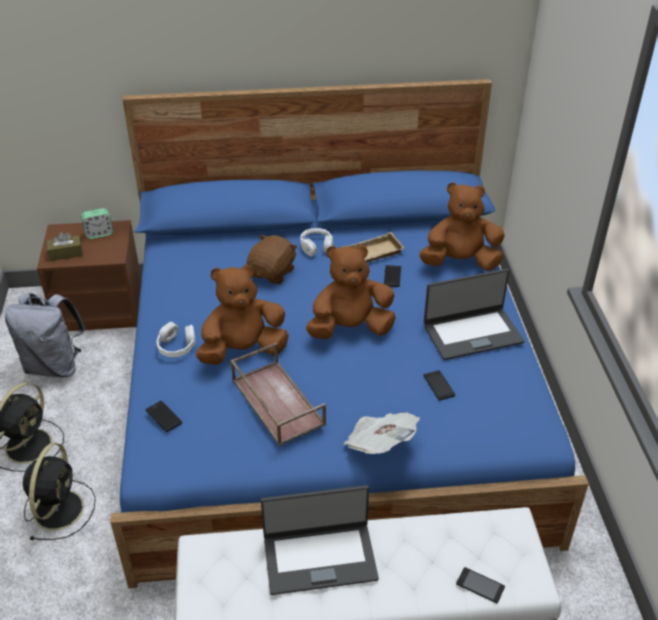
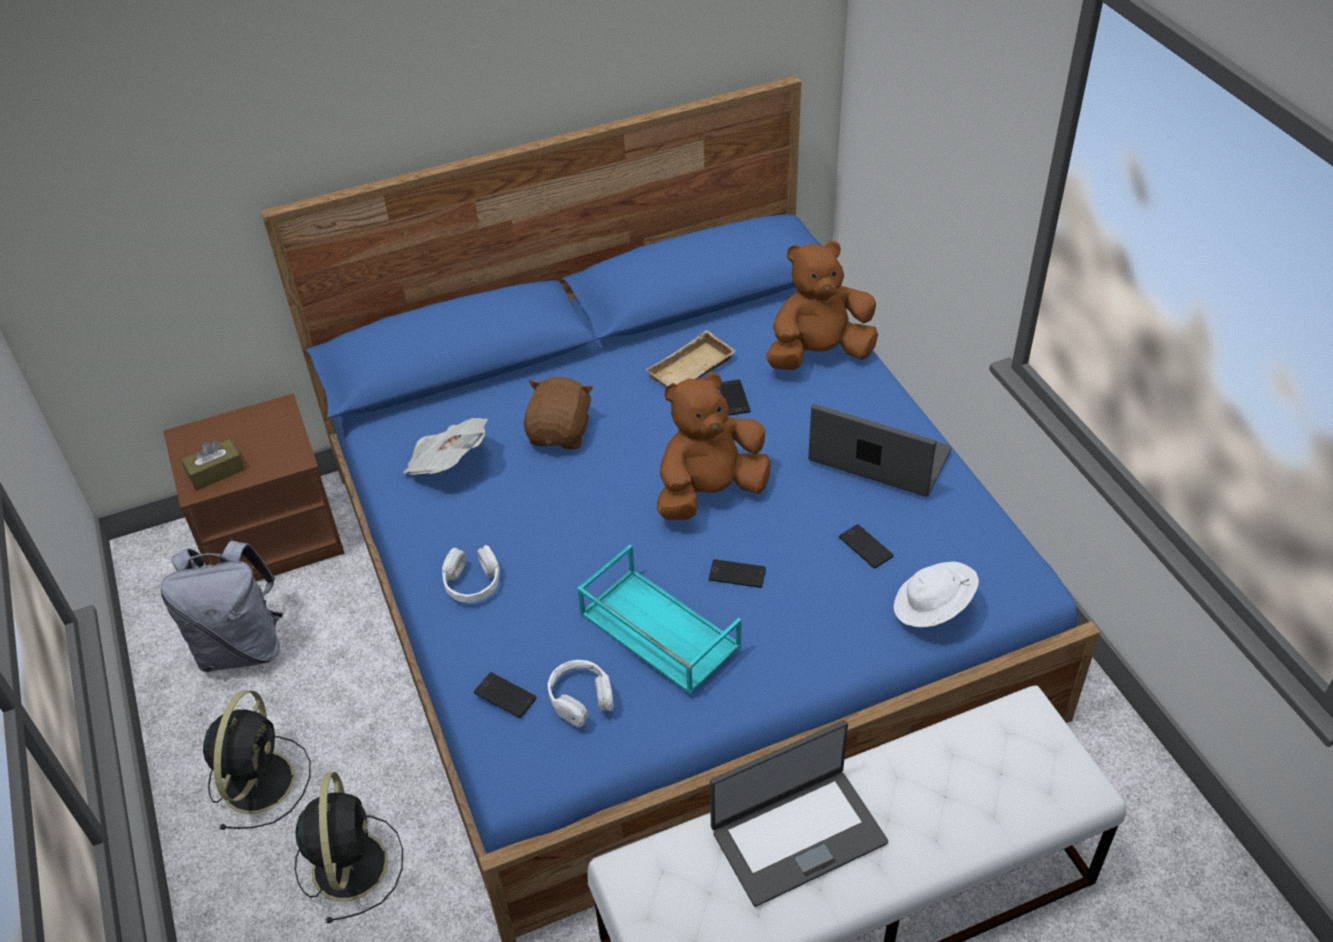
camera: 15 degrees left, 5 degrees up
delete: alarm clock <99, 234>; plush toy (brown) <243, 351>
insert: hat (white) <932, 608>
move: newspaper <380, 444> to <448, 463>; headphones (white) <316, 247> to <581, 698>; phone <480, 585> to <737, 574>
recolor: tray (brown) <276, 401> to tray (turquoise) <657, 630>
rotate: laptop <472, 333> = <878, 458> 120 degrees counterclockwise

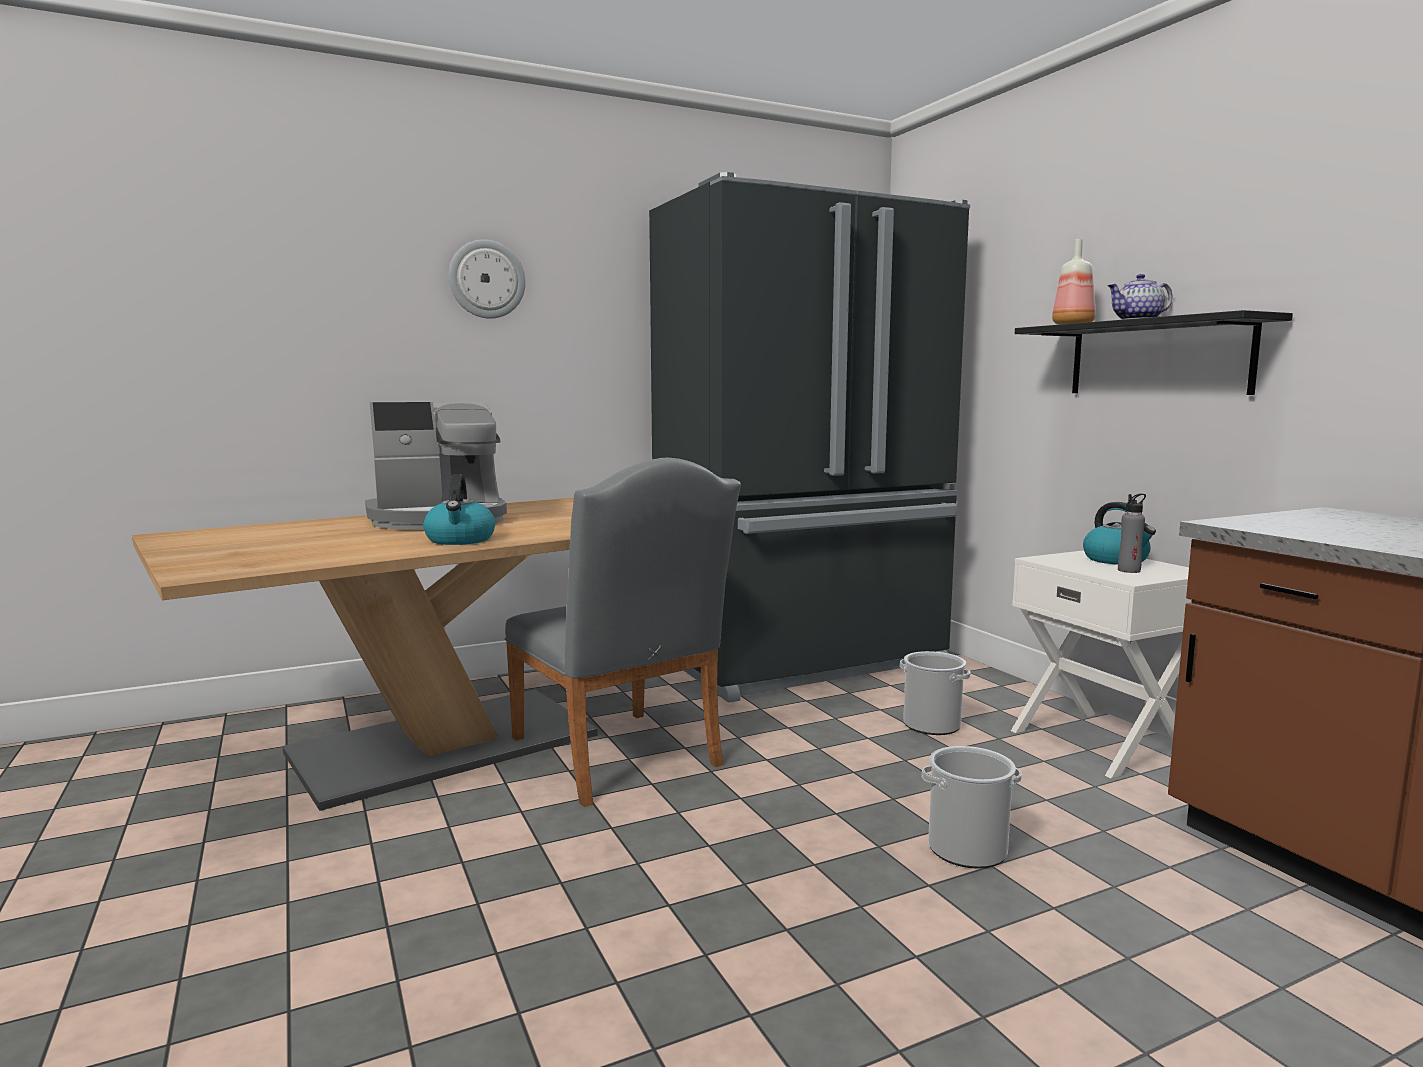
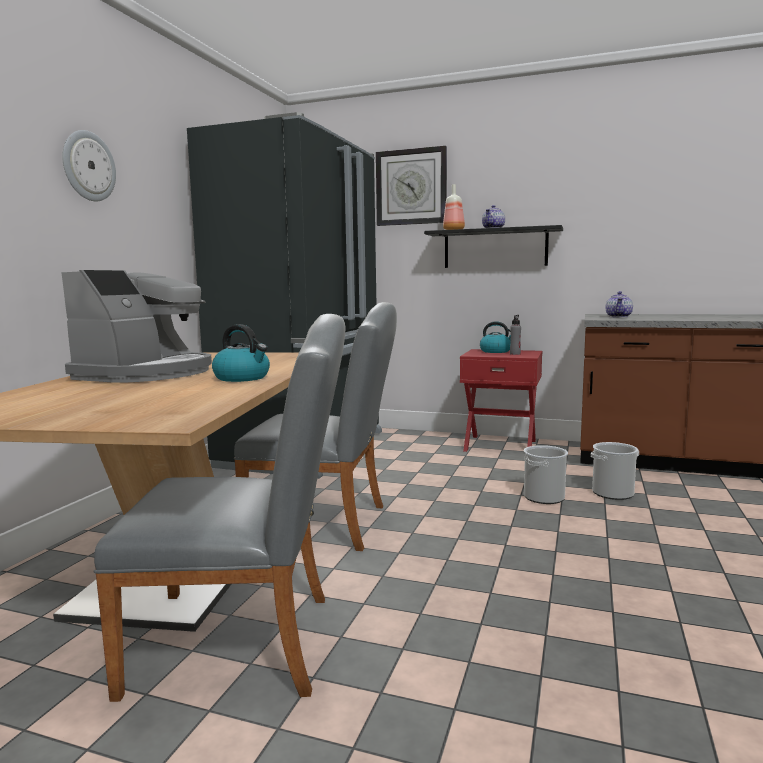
camera: 45 degrees left, 0 degrees up
insert: chair (grey) <248, 643>; wall clock <411, 187>; teapot <619, 317>
move: bucket <932, 725> to <612, 493>
recolor: nightstand (white) <1101, 742> to nightstand (red) <500, 445>

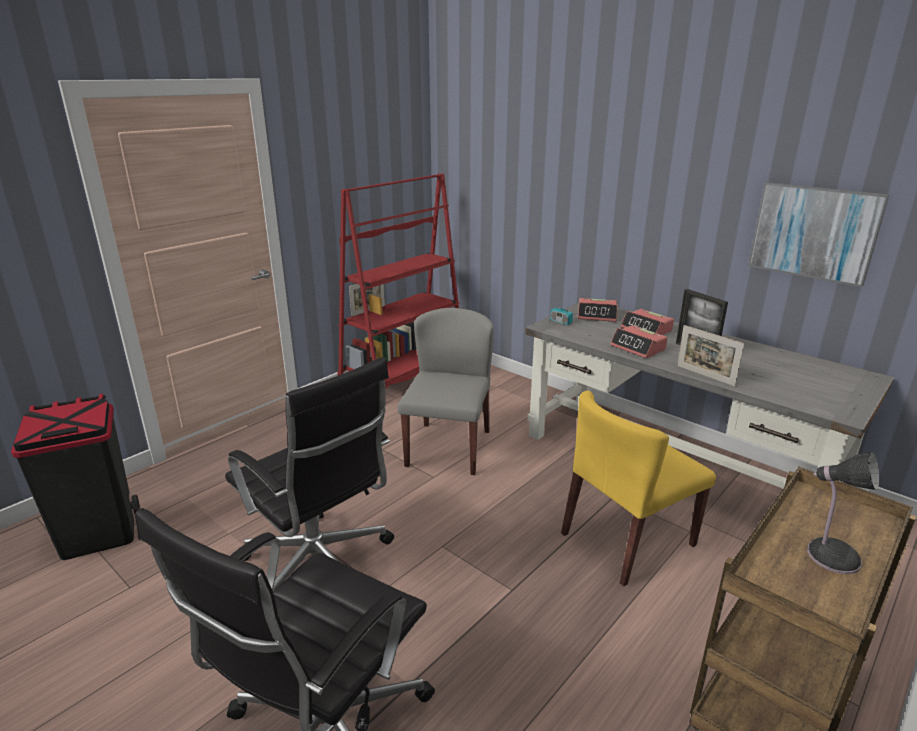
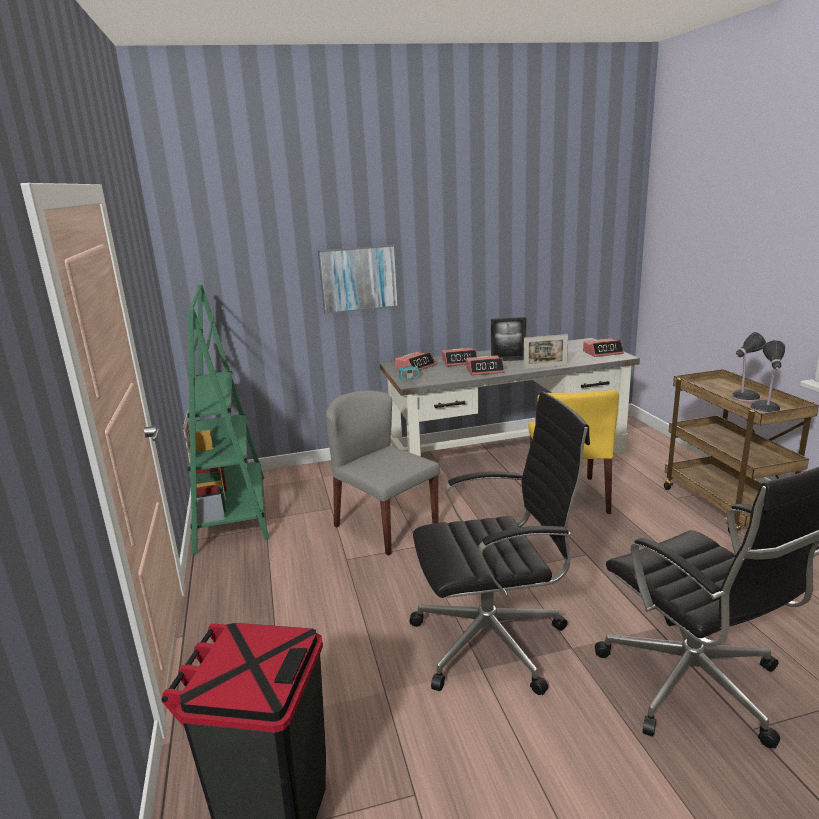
camera: 55 degrees left, 5 degrees down
insert: alarm clock <603, 352>; table lamp <765, 409>
move: picture <814, 232> to <358, 279>
recolor: bookcase (red) <404, 376> to bookcase (green) <232, 512>

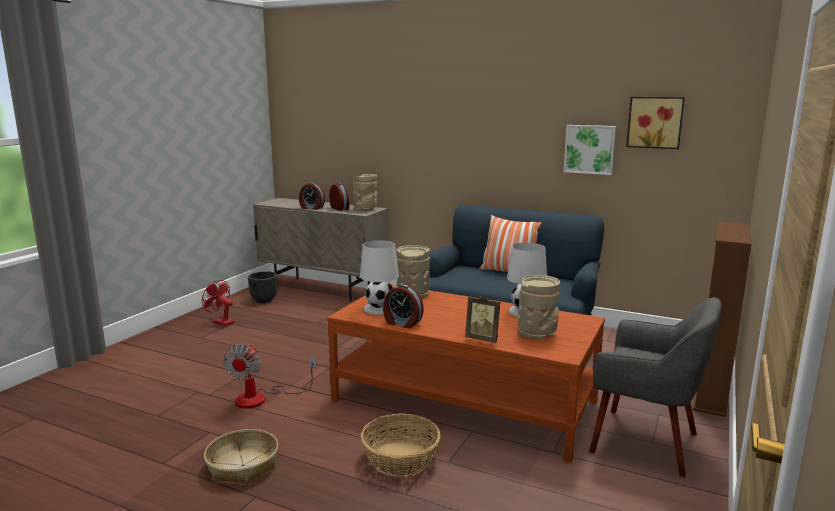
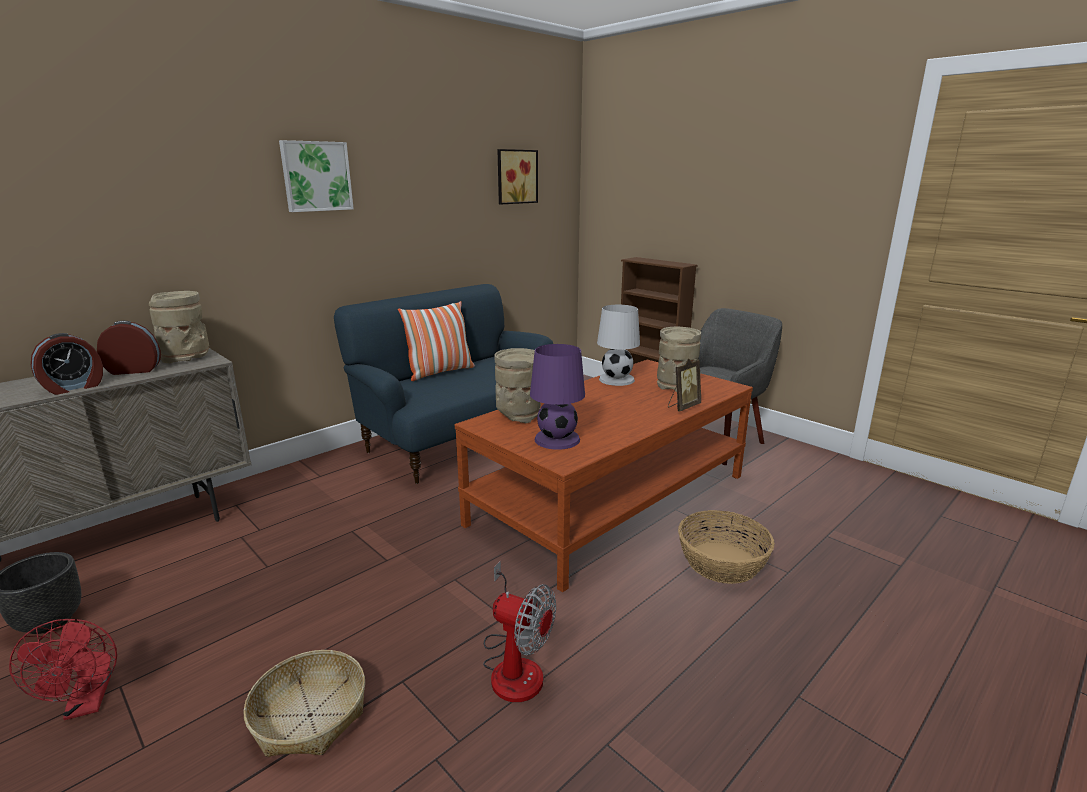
camera: 70 degrees left, 5 degrees up
delete: alarm clock <402, 323>
move: basket <243, 465> to <310, 715>; picture <589, 149> to <316, 176>
recolor: table lamp (white) <379, 308> to table lamp (purple) <557, 439>
rotate: fan (red) <220, 322> = <87, 704> 75 degrees counterclockwise

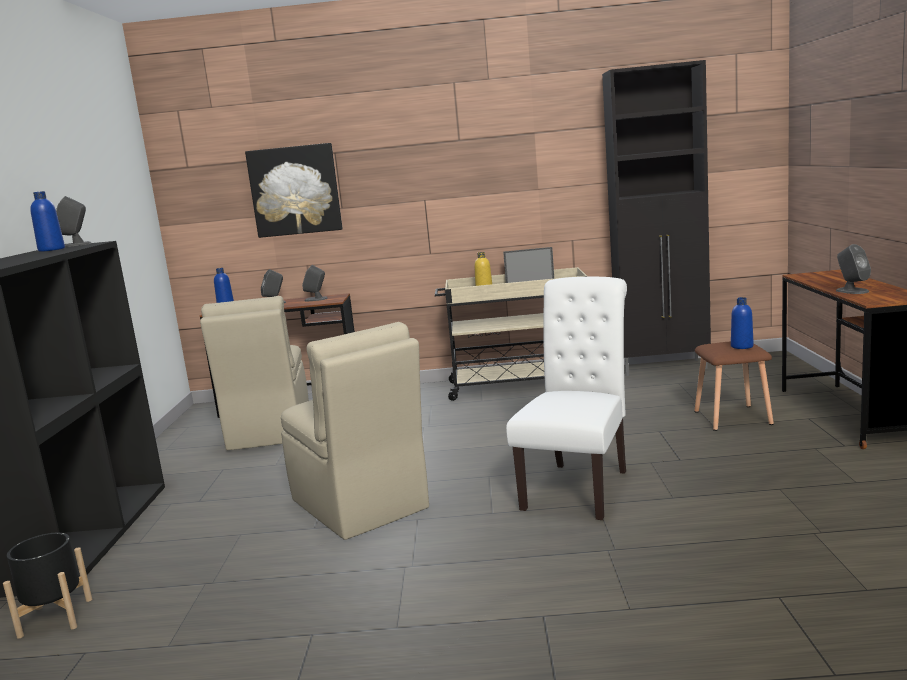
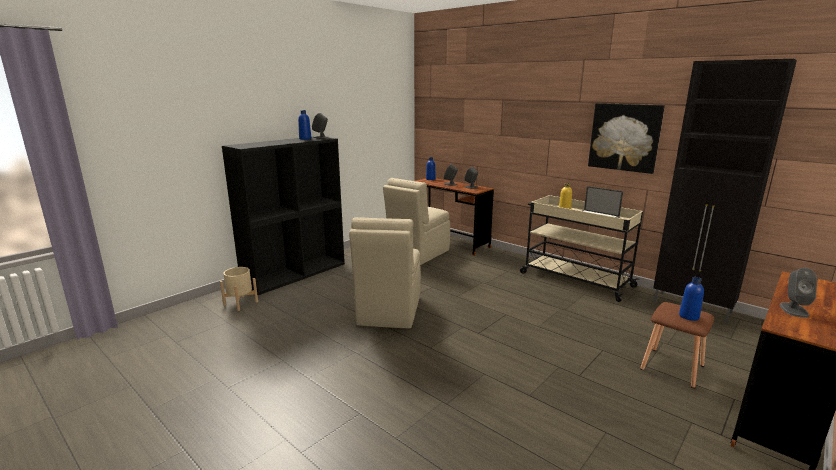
camera: 40 degrees right, 5 degrees up
delete: chair (white) <579, 486>
move: picture <295, 190> to <624, 137>
recolor: planter (black) <56, 617> to planter (beige) <241, 303>

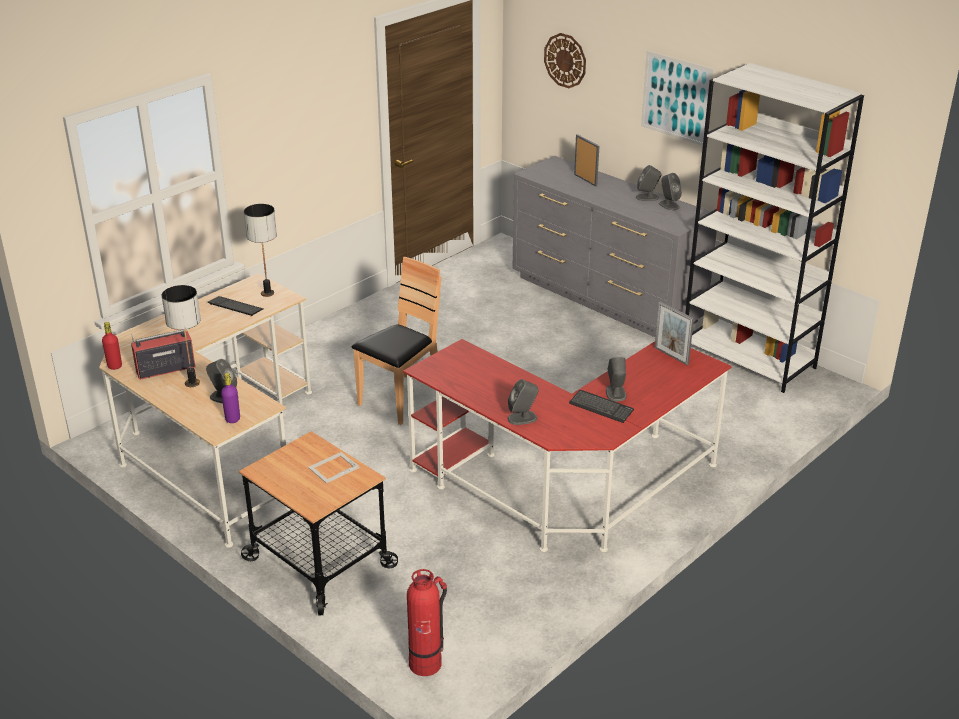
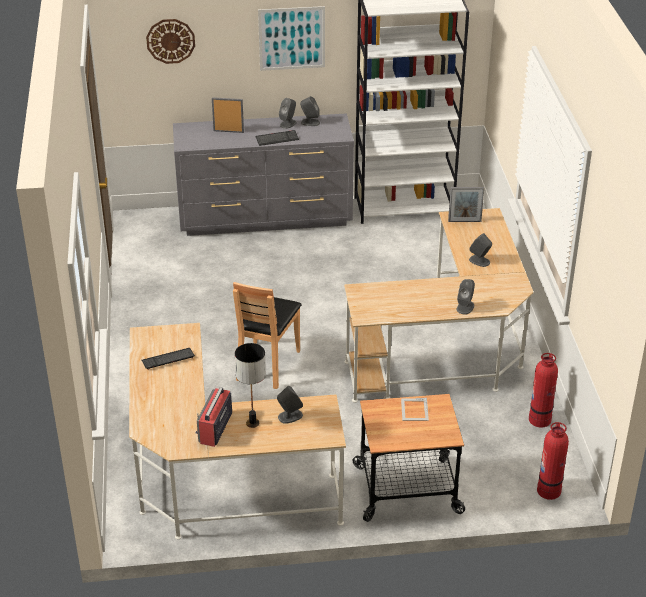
camera: 50 degrees left, 5 degrees up
delete: bottle (red) <114, 366>; bottle (purple) <232, 419>; table lamp <267, 293>
insert: fire extinguisher <540, 419>
move: keyboard <601, 407> to <277, 139>
recolor: desk (red) <566, 489> to desk (beige) <449, 349>
rotate: chair (brown) <401, 399> = <267, 364> 150 degrees counterclockwise

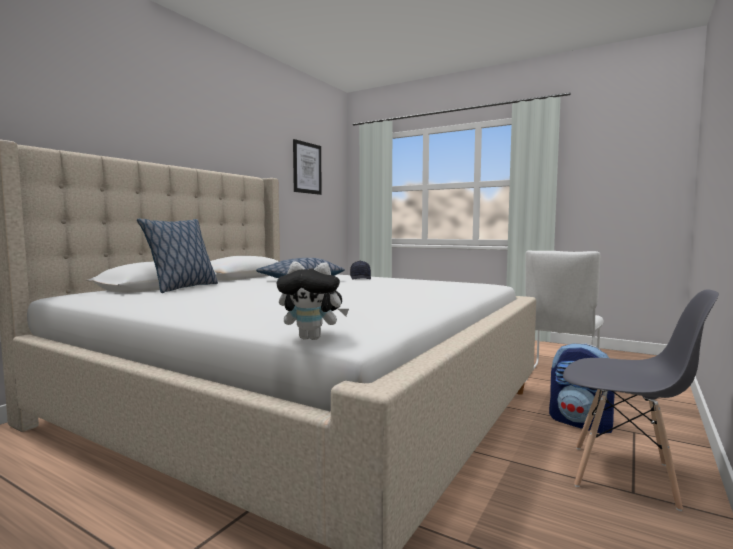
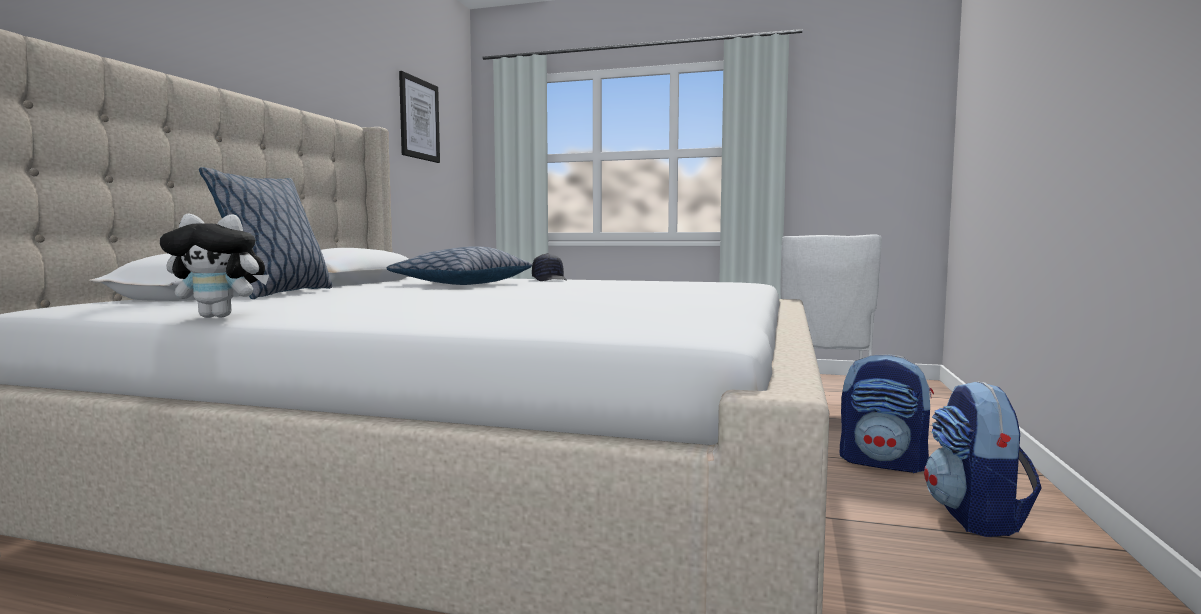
camera: 15 degrees left, 0 degrees up
move: plush toy <313, 338> to <221, 316>
replace: chair (grey) <624, 475> to backpack <976, 518>

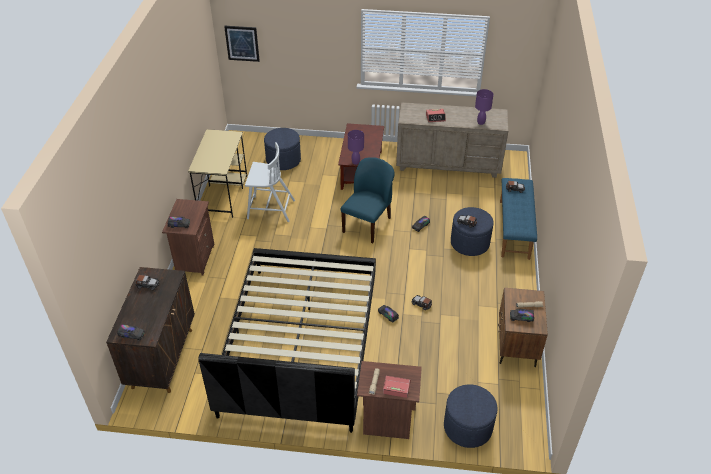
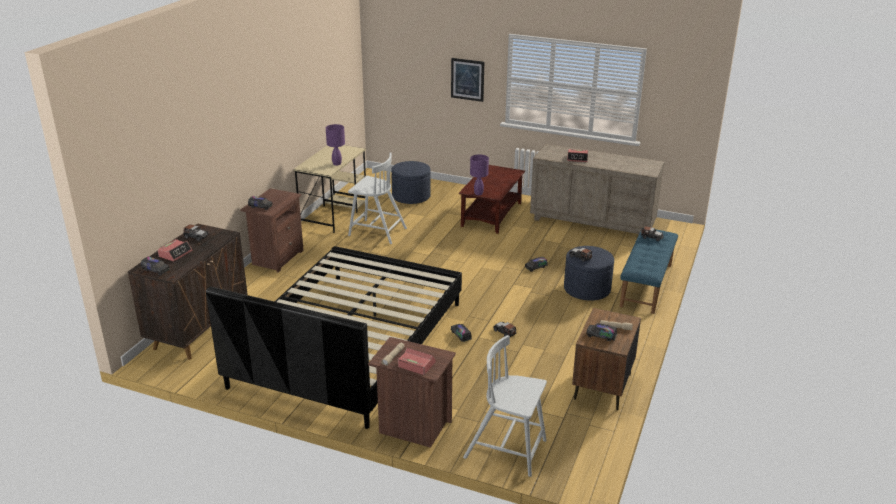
camera: 15 degrees right, 15 degrees down
delete: chair (blue) <367, 224>
insert: alarm clock <175, 254>
move: table lamp (purple) <481, 123> to <337, 164>; picture <242, 43> to <467, 79>
replace: ottoman (blue) <467, 427> to chair (white) <507, 450>

